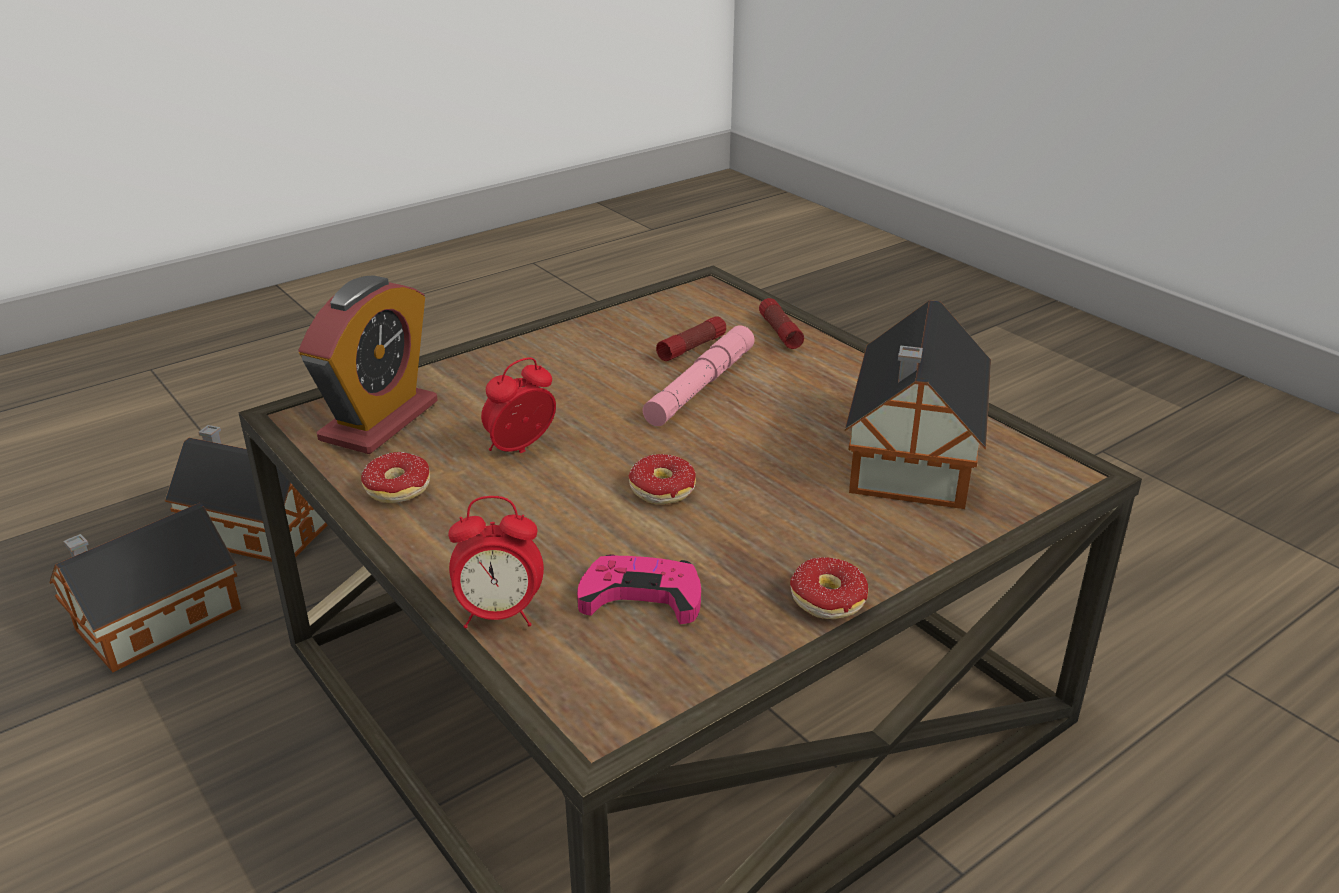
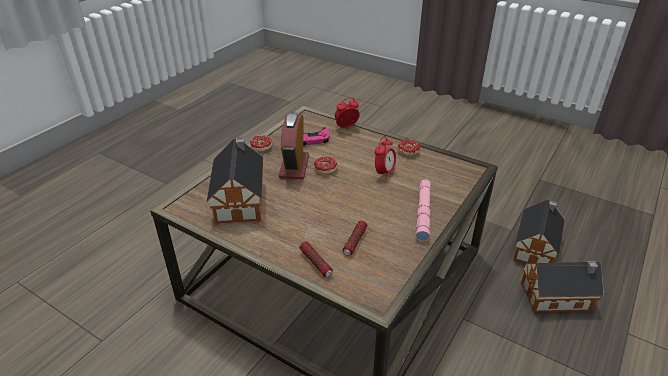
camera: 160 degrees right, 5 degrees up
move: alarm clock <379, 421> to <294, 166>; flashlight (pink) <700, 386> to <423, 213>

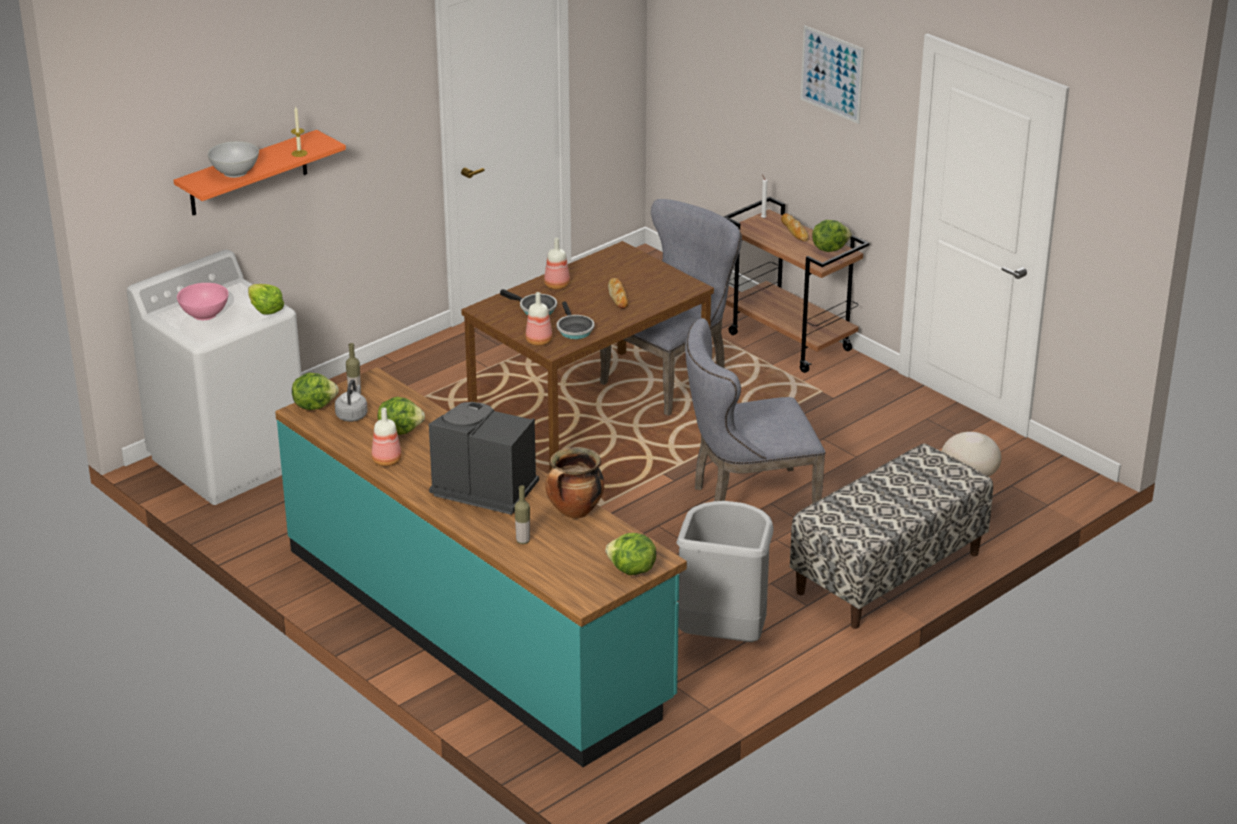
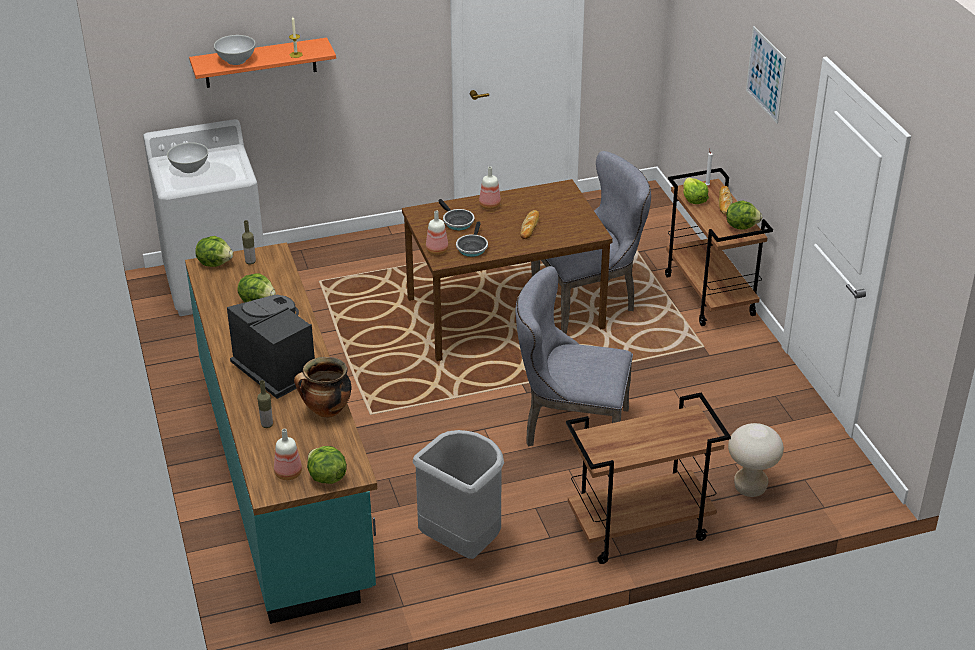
camera: 25 degrees right, 5 degrees up
delete: kettle (grey) <352, 415>
move: bottle <386, 461> to <287, 474>; lettuce <265, 309> to <693, 199>
replace: bench <888, 573> to cart (brown) <638, 529>
recolor: bowl (pink) <204, 314> to bowl (white) <189, 168>

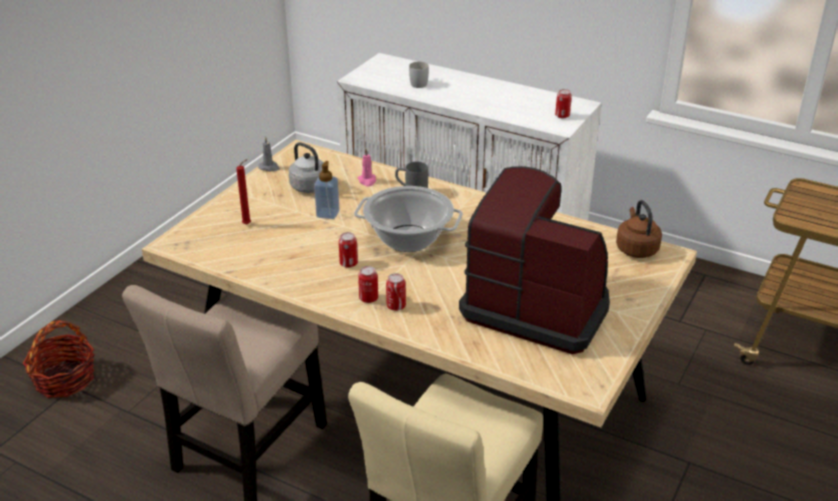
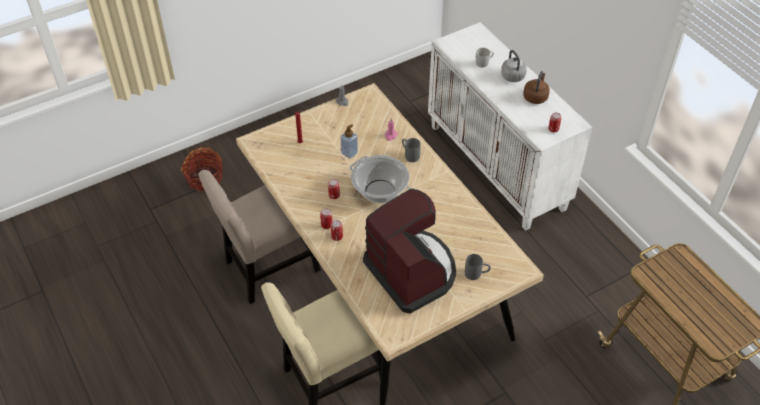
camera: 30 degrees right, 15 degrees up
insert: mug (grey) <476, 274>
move: kettle (grey) <311, 188> to <513, 77>; kettle (brown) <636, 248> to <535, 97>

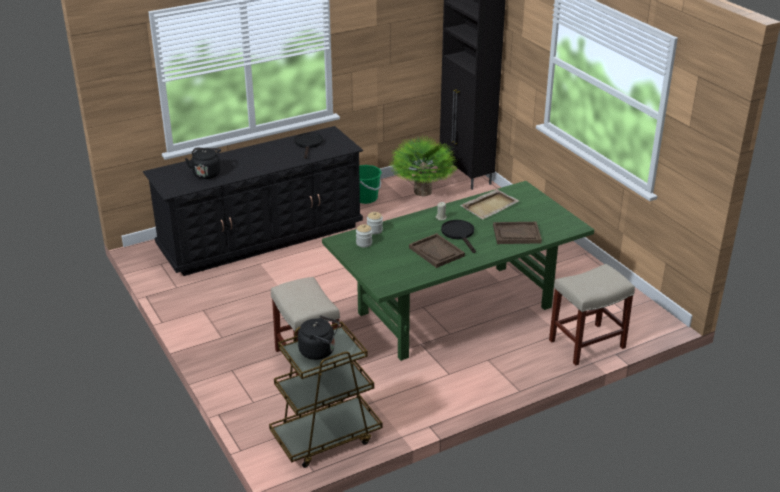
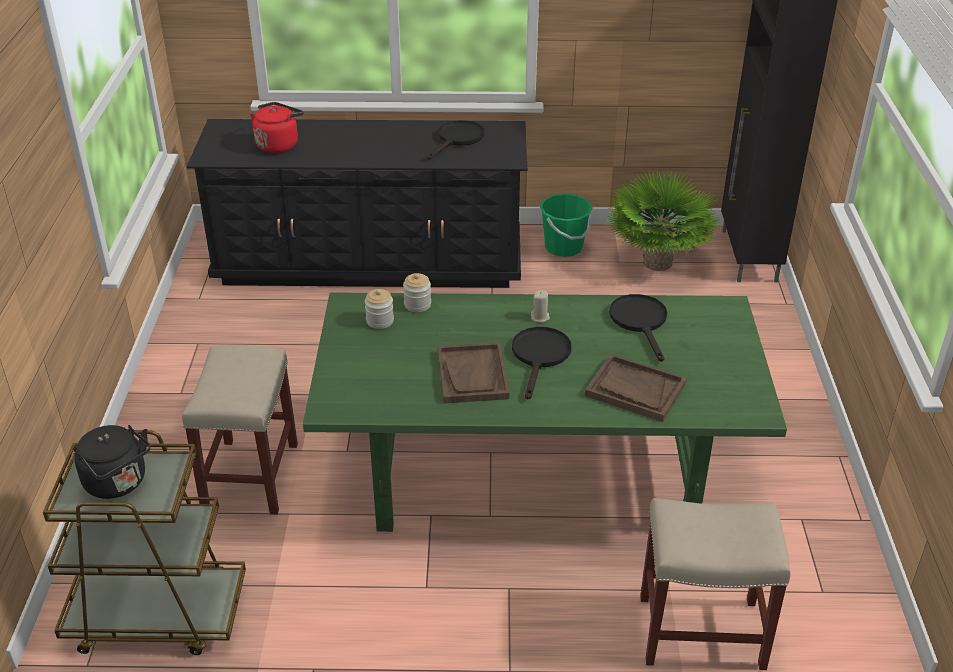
camera: 30 degrees right, 5 degrees up
replace: tray (beige) <490, 206> to frying pan (black) <640, 322>
recolor: kettle (black) <206, 173> to kettle (red) <278, 144>

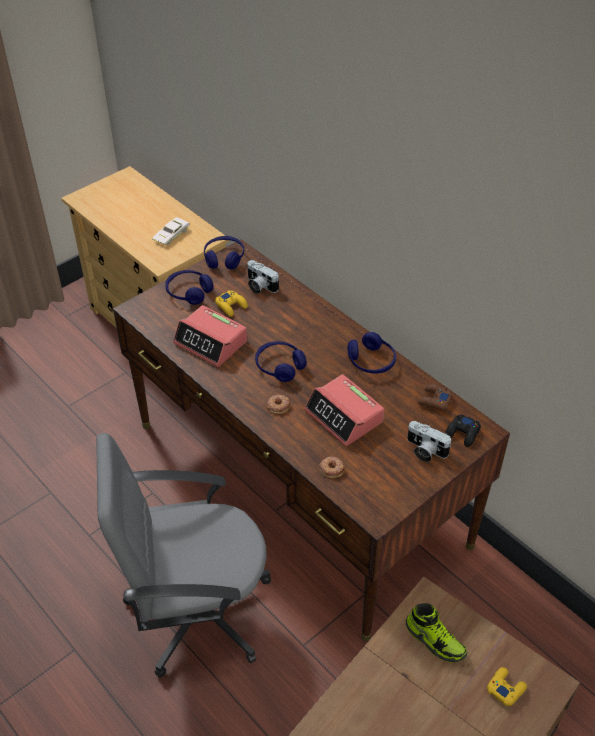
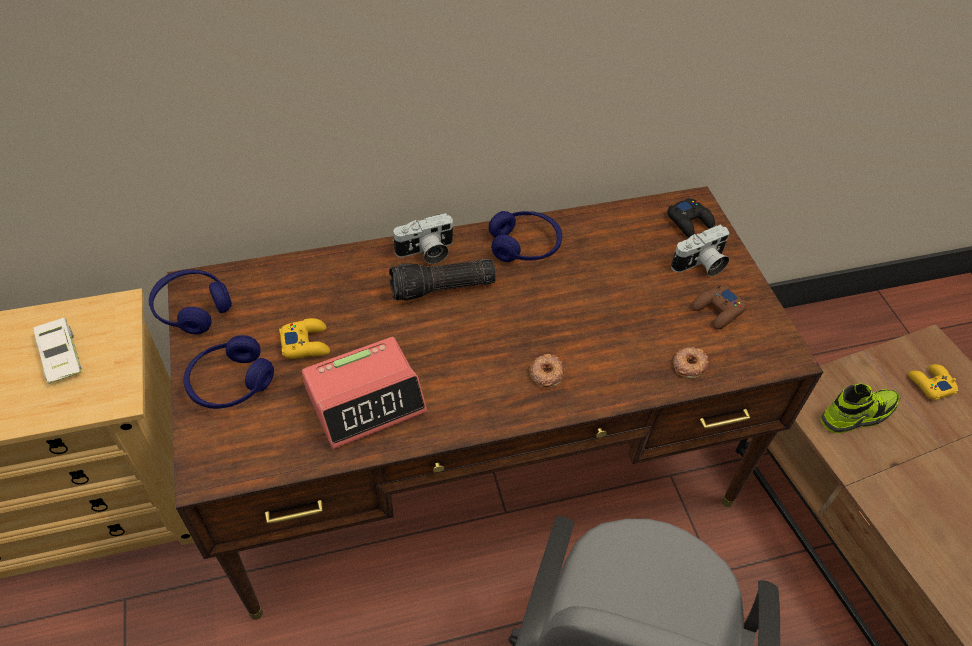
camera: 65 degrees left, 5 degrees up
delete: headphones (blue) <280, 366>; alarm clock <344, 416>
insert: flashlight <442, 289>
move: photo camera <259, 286> to <426, 252>; game controller (brown) <434, 400> to <718, 311>

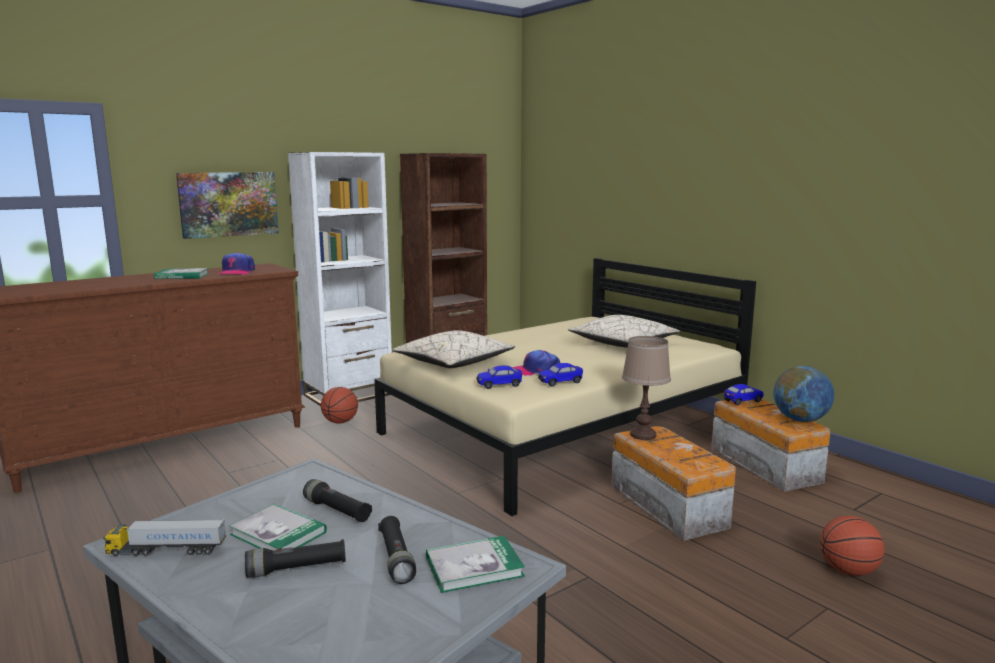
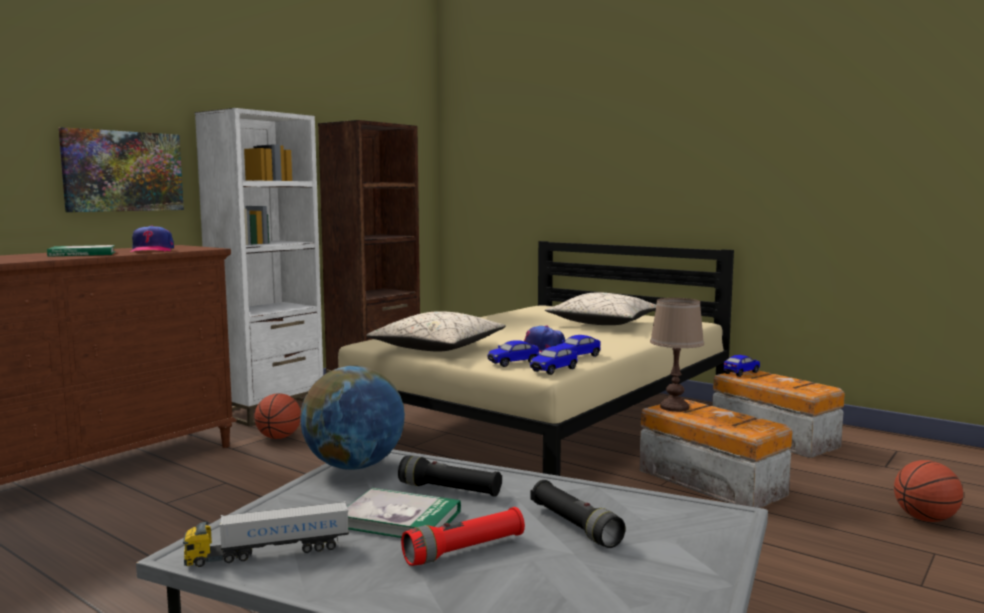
camera: 15 degrees left, 5 degrees down
delete: book <474, 567>
insert: toy car <553, 370>
move: globe <800, 420> to <354, 466>
recolor: flashlight (black) <297, 569> to flashlight (red) <464, 550>

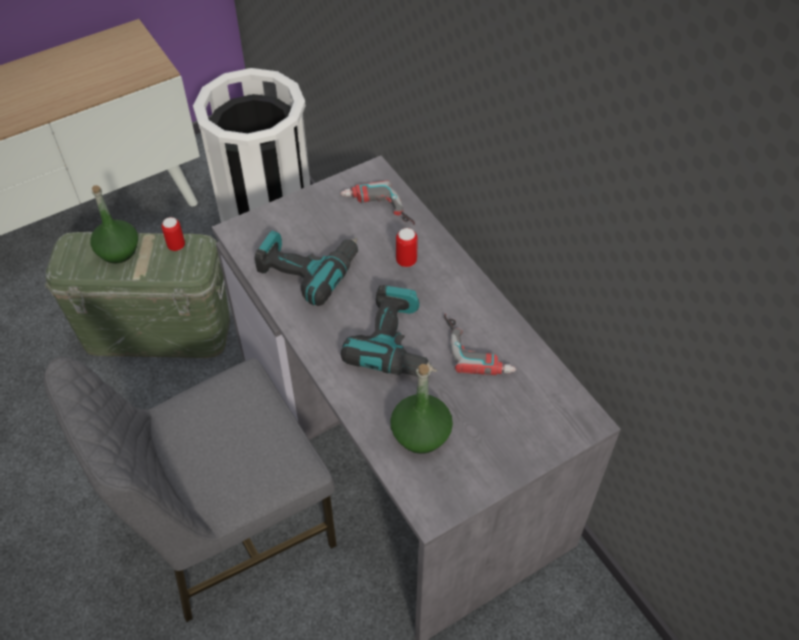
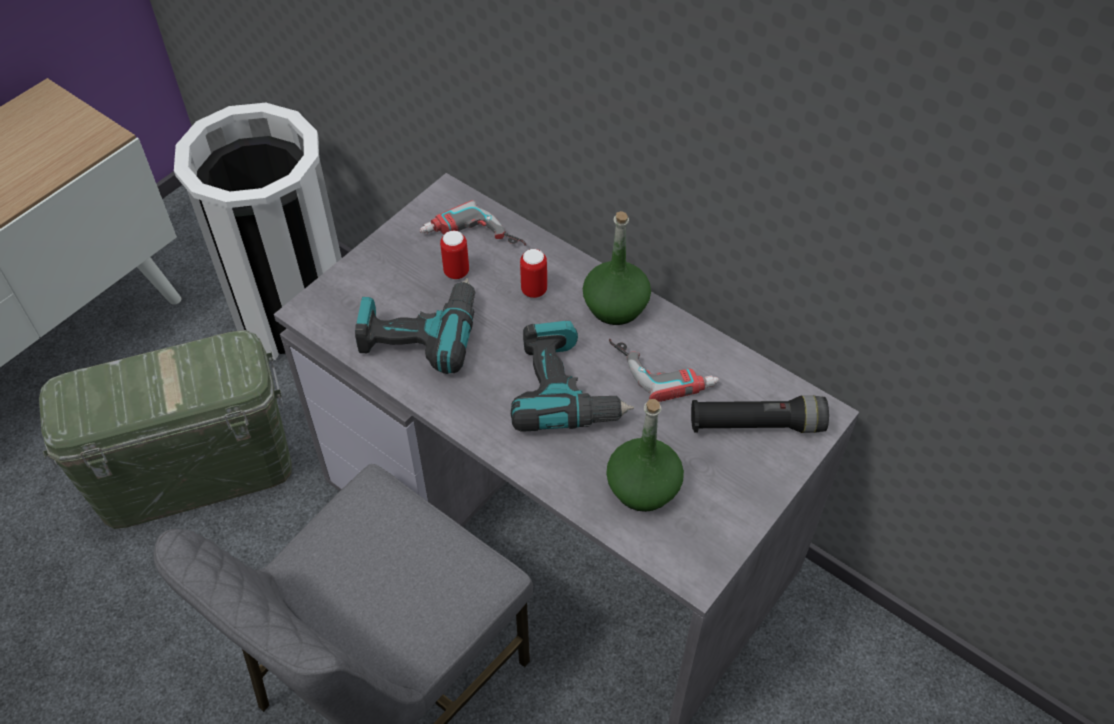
camera: 20 degrees left, 0 degrees up
insert: flashlight (black) <756, 425>
move: can <176, 246> to <456, 272>; bottle (green) <118, 251> to <616, 306>

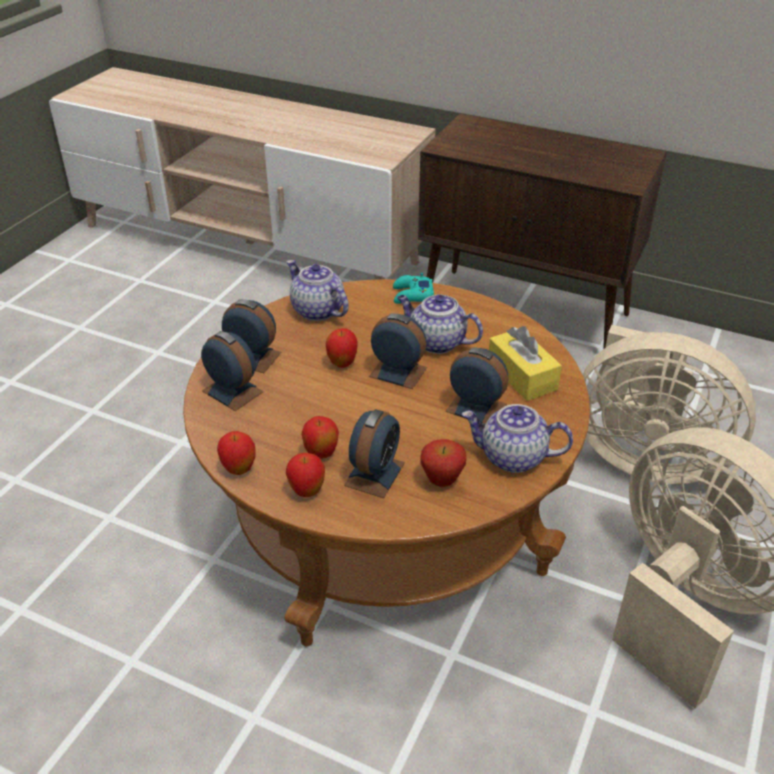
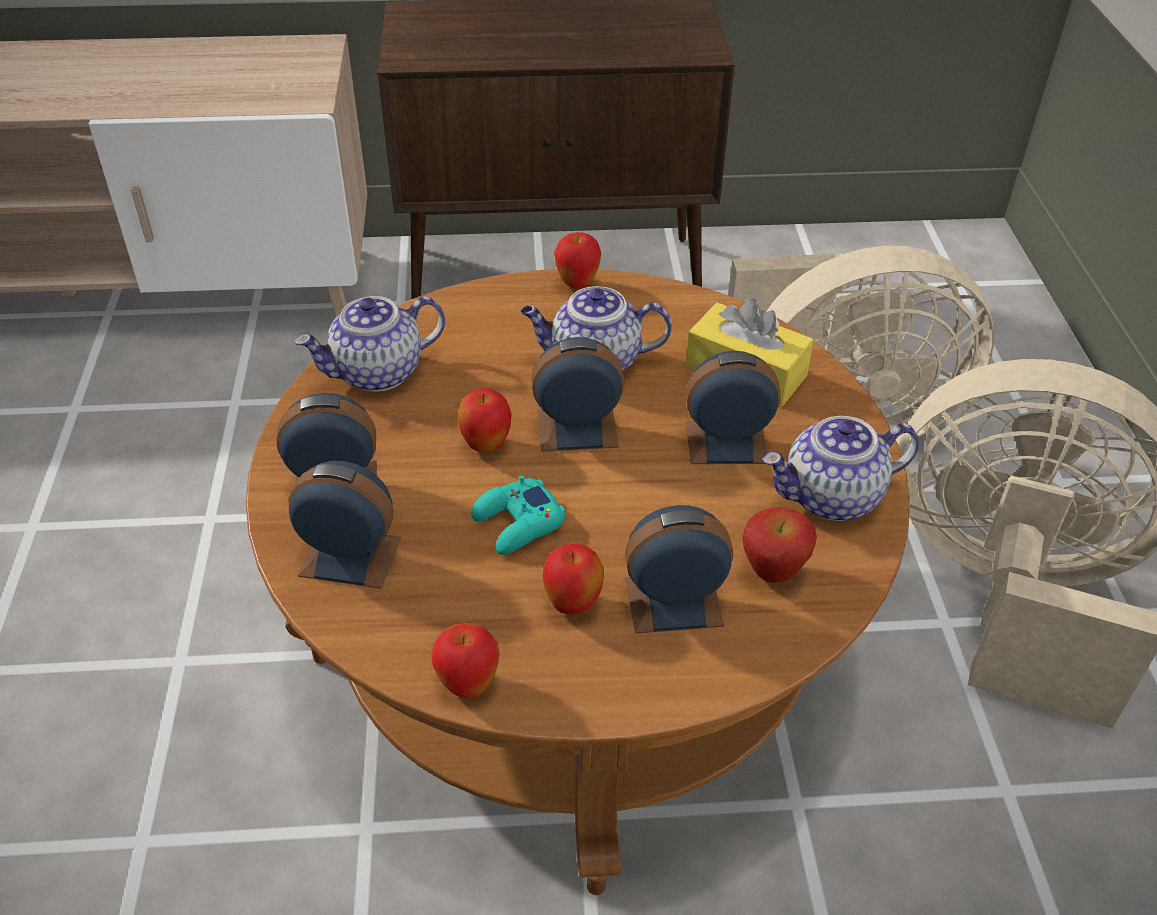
camera: 30 degrees left, 5 degrees up
move: game controller (turquoise) <412, 295> to <518, 523>; apple <307, 492> to <577, 284>
rotate: teapot <317, 310> = <377, 373> 45 degrees counterclockwise; alarm clock <374, 474> = <674, 602> 90 degrees counterclockwise

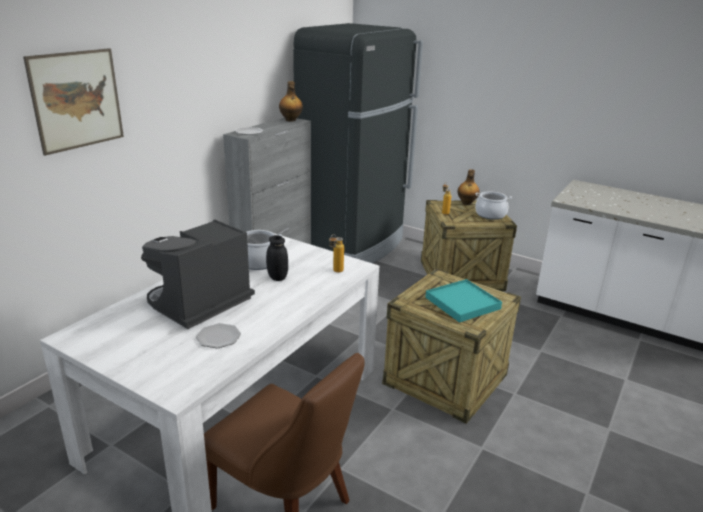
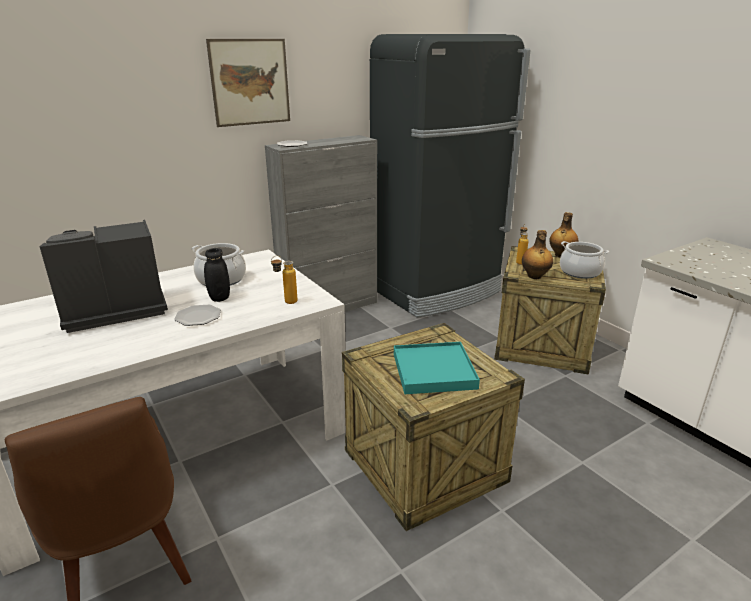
camera: 25 degrees right, 0 degrees up
move: plate <219, 337> to <198, 317>; picture <77, 100> to <250, 82>; bottle <290, 120> to <534, 276>

